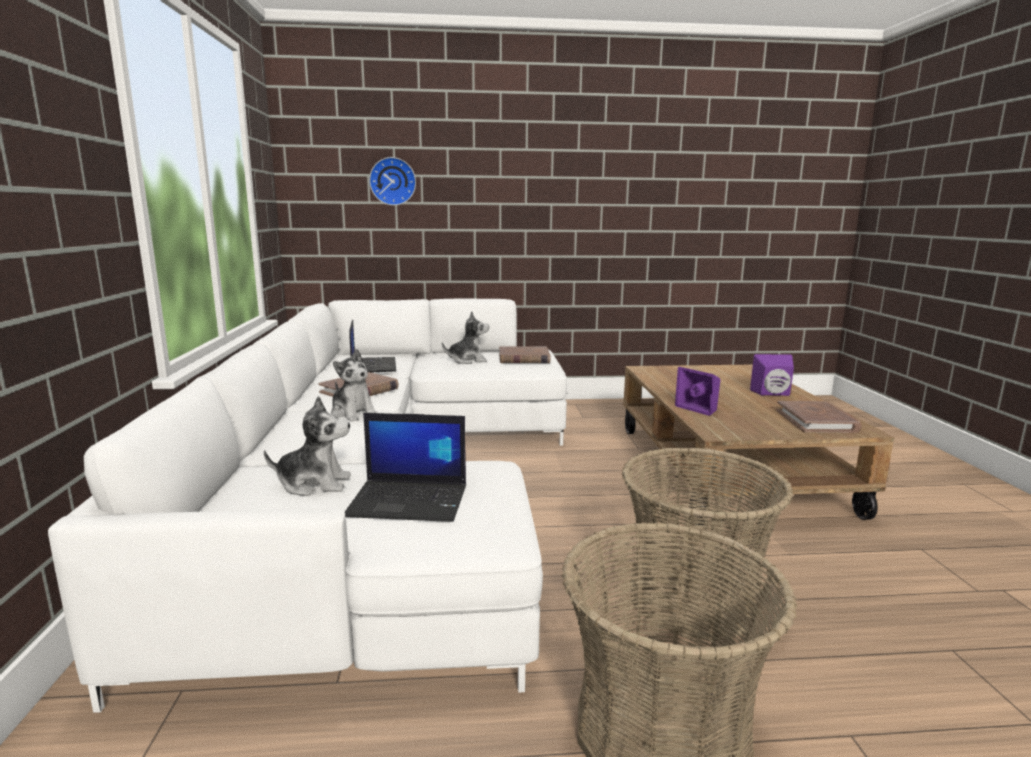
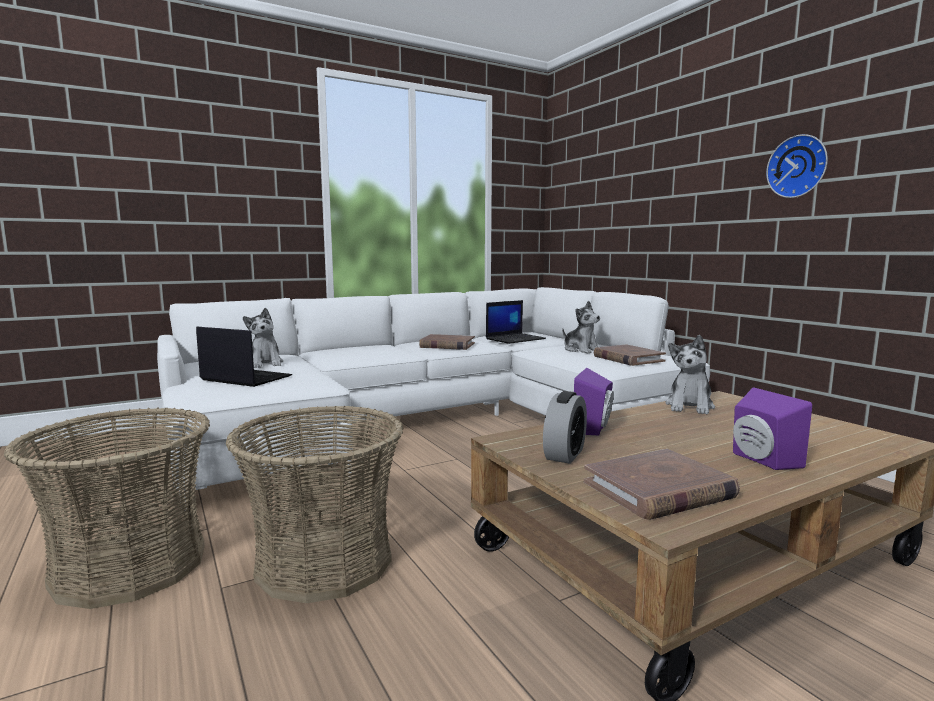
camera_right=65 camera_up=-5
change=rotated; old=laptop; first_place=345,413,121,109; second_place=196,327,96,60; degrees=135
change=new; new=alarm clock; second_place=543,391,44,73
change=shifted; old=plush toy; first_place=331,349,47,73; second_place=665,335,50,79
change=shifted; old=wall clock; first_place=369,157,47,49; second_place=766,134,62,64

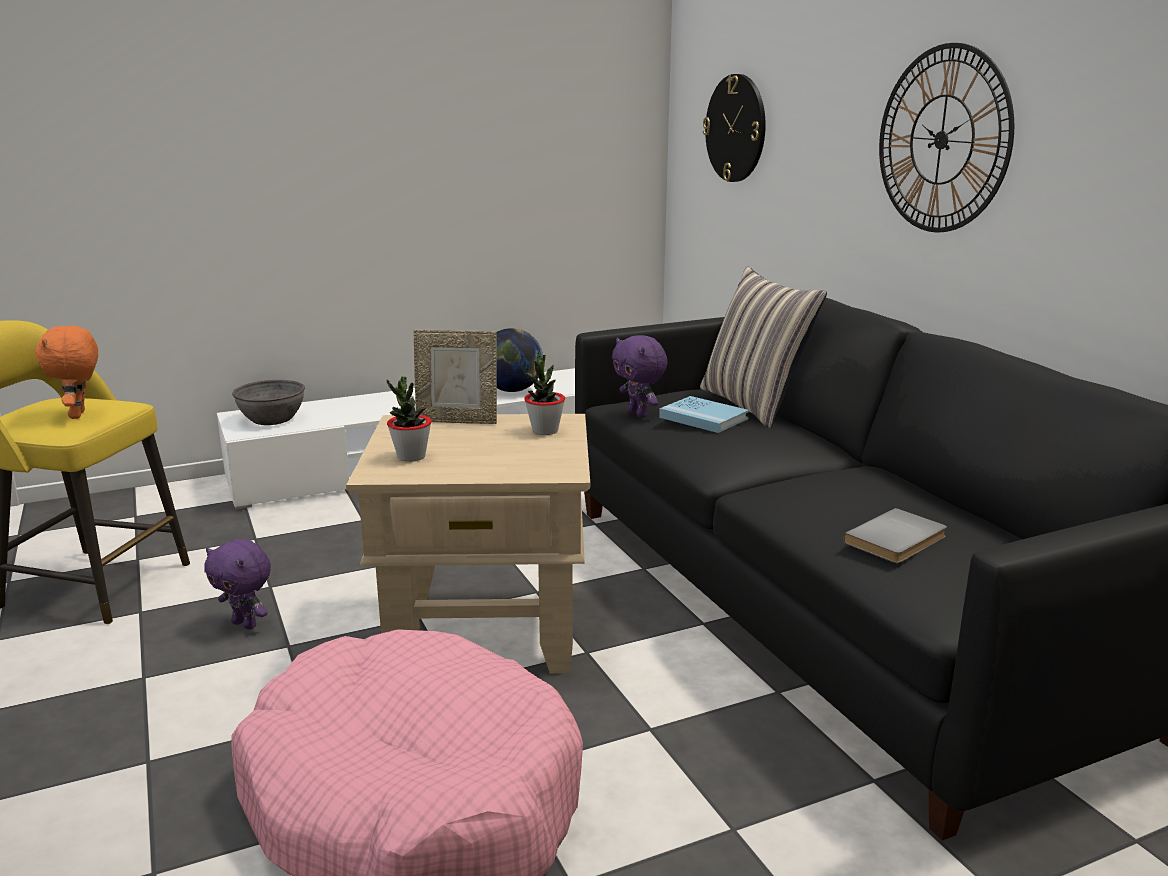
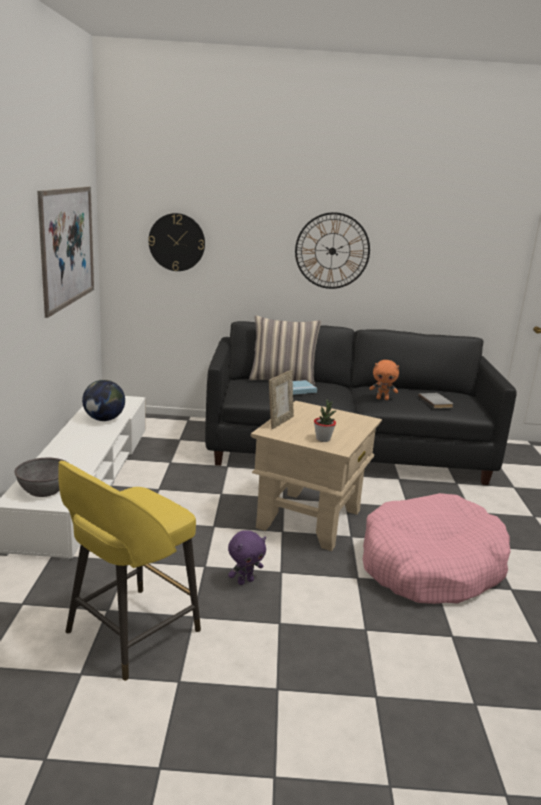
camera_right=-65 camera_up=0
change=new; new=picture; second_place=37,187,57,131
change=shifted; old=plush toy (orange); first_place=35,326,63,93; second_place=369,360,30,40
change=gone; old=potted plant; first_place=524,351,41,84
change=gone; old=plush toy (purple); first_place=612,335,56,83

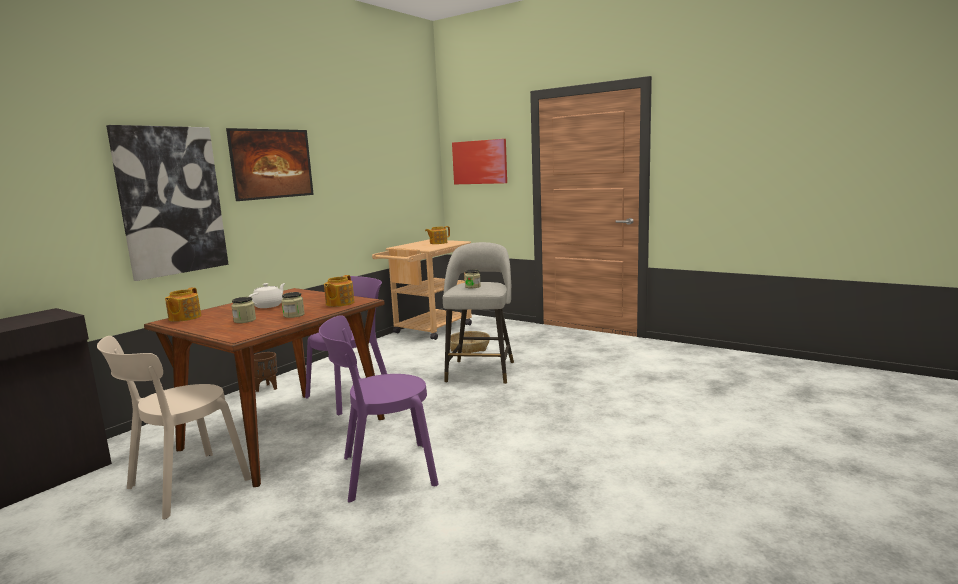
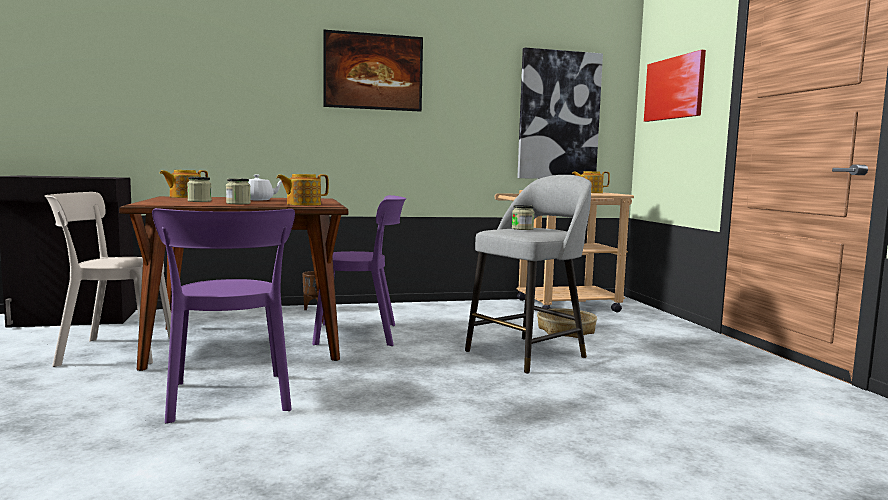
camera_right=40 camera_up=-5
change=rotated; old=chair (purple); first_place=319,315,120,188; second_place=152,208,143,216; degrees=-135
change=shifted; old=picture; first_place=106,125,123,156; second_place=517,48,86,131

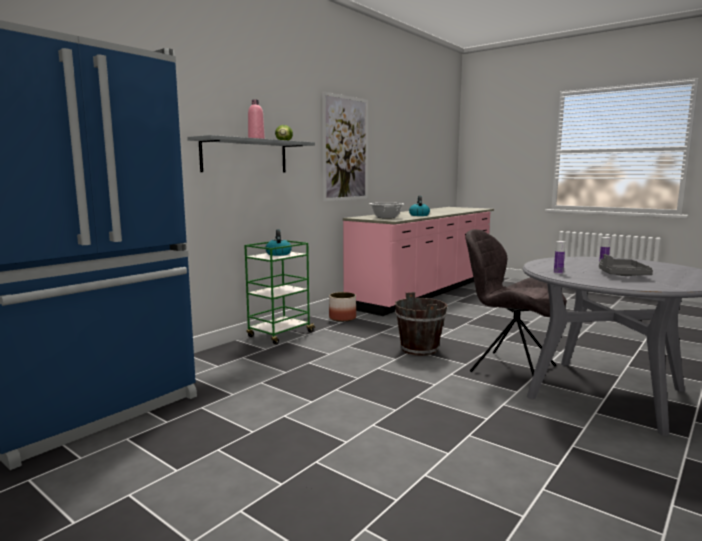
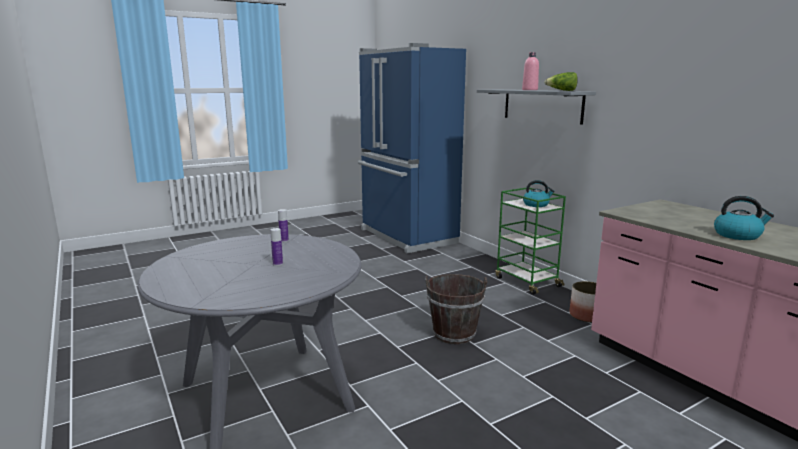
camera_right=110 camera_up=5
change=gone; old=picture; first_place=322,91,46,110
change=gone; old=cooking pot; first_place=369,203,35,16
change=gone; old=chair (grey); first_place=466,229,101,147
change=gone; old=tray (grey); first_place=599,254,54,22

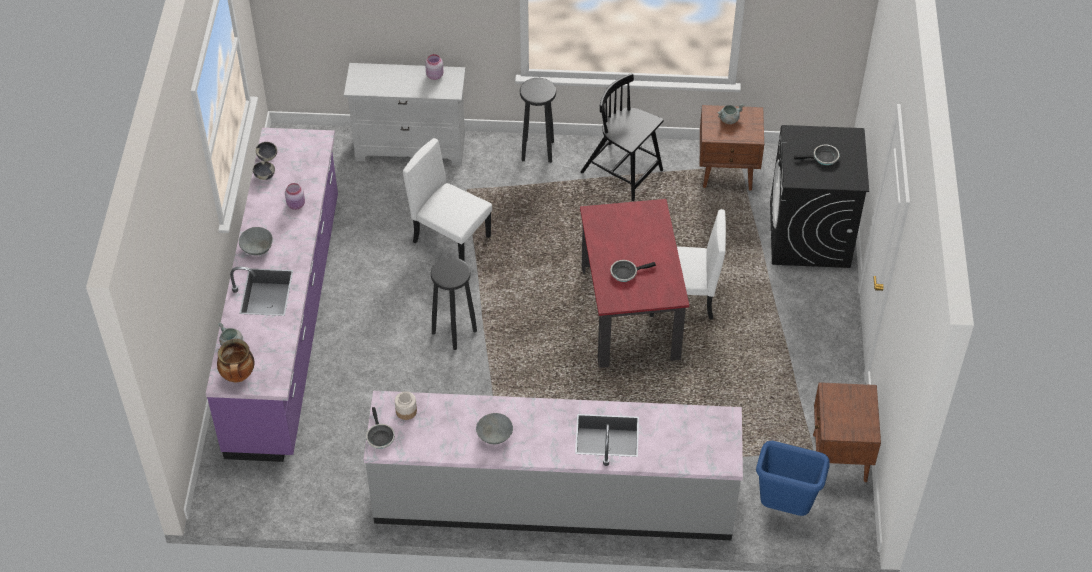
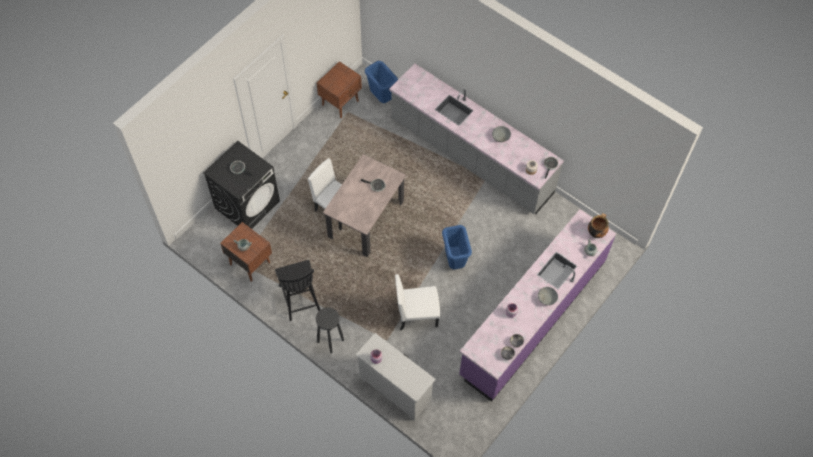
camera_right=-145 camera_up=10
change=repainted; old=dining table (red); new=dining table (beige); first_place=580,199,109,169; second_place=323,154,83,103
change=rotated; old=chair (white); first_place=403,138,89,123; second_place=395,274,45,56; degrees=105
change=swapped; old=stool (black); new=trash can (blue); first_place=431,257,46,93; second_place=442,225,30,44

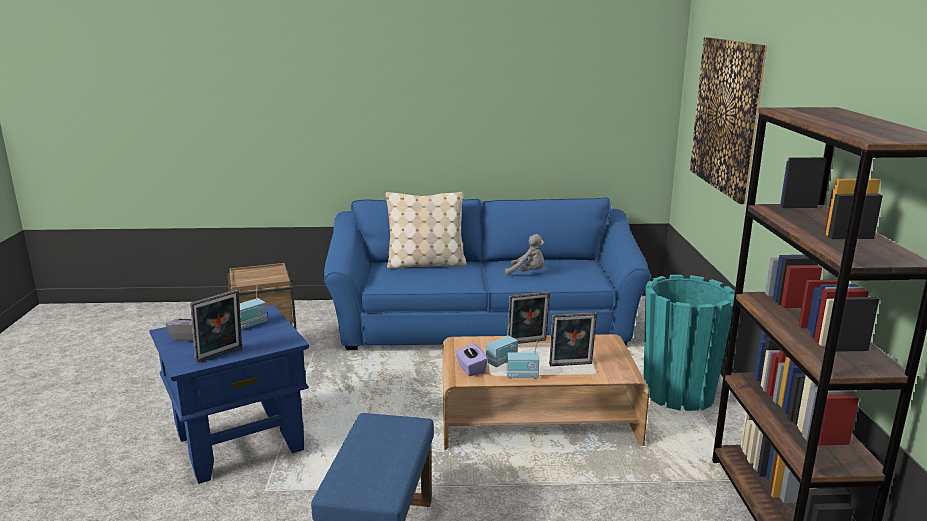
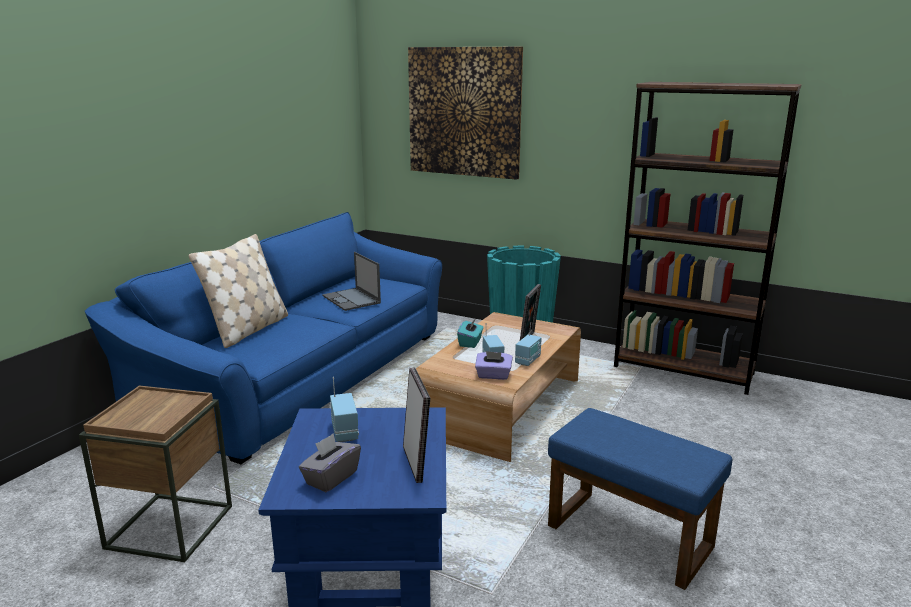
camera_right=-60 camera_up=0
change=swapped; old=plush toy (grey); new=laptop; first_place=505,234,39,42; second_place=322,252,59,59
change=swapped; old=picture frame; new=tissue box (turquoise); first_place=507,291,43,53; second_place=457,318,27,30

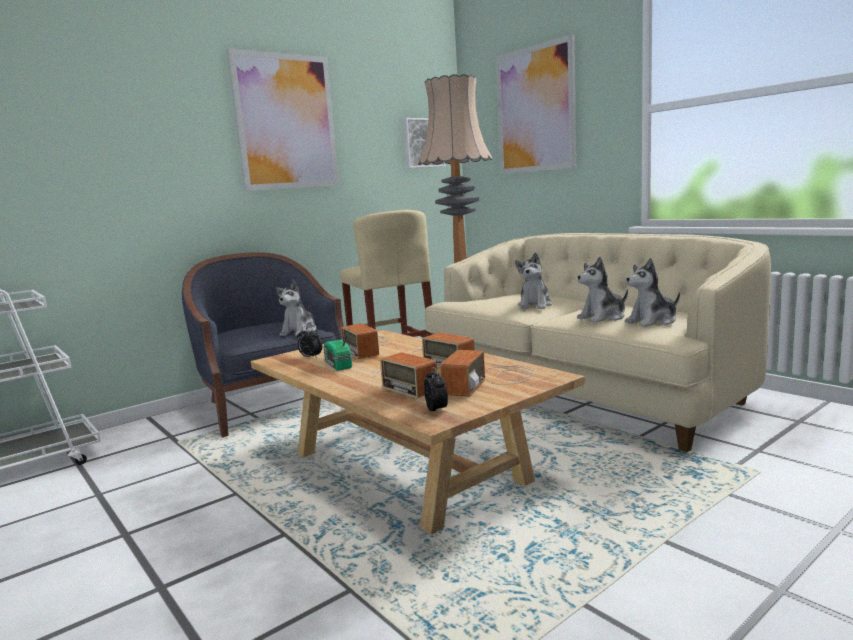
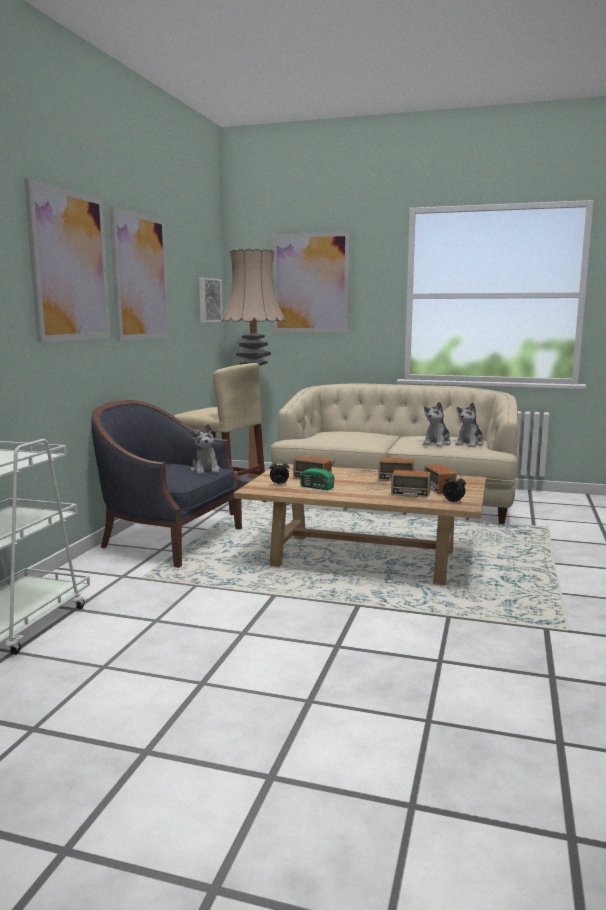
camera_right=-35 camera_up=0
change=new; new=picture; second_place=24,179,86,163
change=gone; old=plush toy; first_place=515,252,37,57

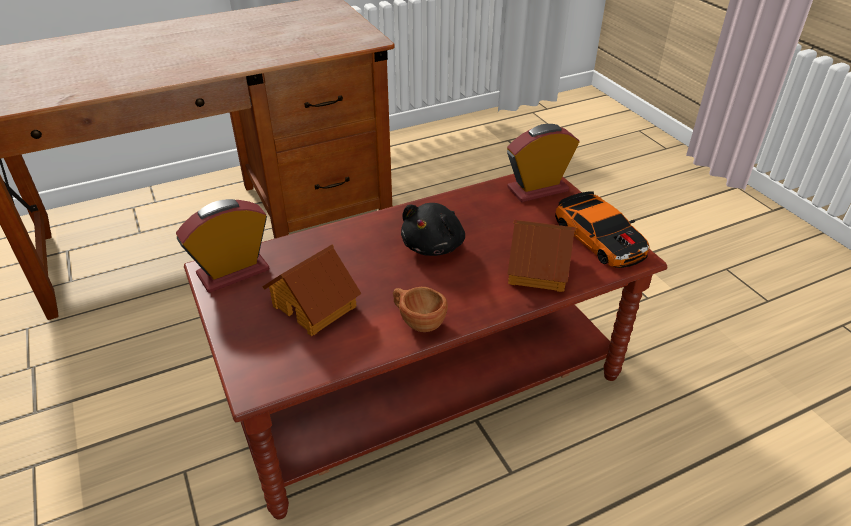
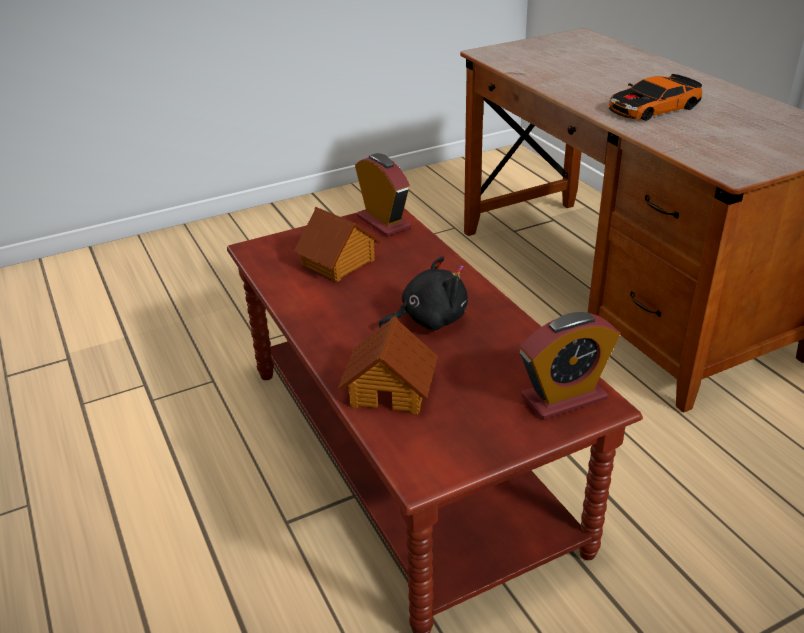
camera_right=90 camera_up=-5
change=rotated; old=plush toy (black); first_place=401,203,64,53; second_place=378,256,90,74; degrees=135
change=rotated; old=alarm clock; first_place=507,124,73,78; second_place=520,312,100,108; degrees=90
change=shifted; old=toy car; first_place=555,192,95,76; second_place=609,74,93,47
change=gone; old=cup (brown); first_place=393,287,55,45

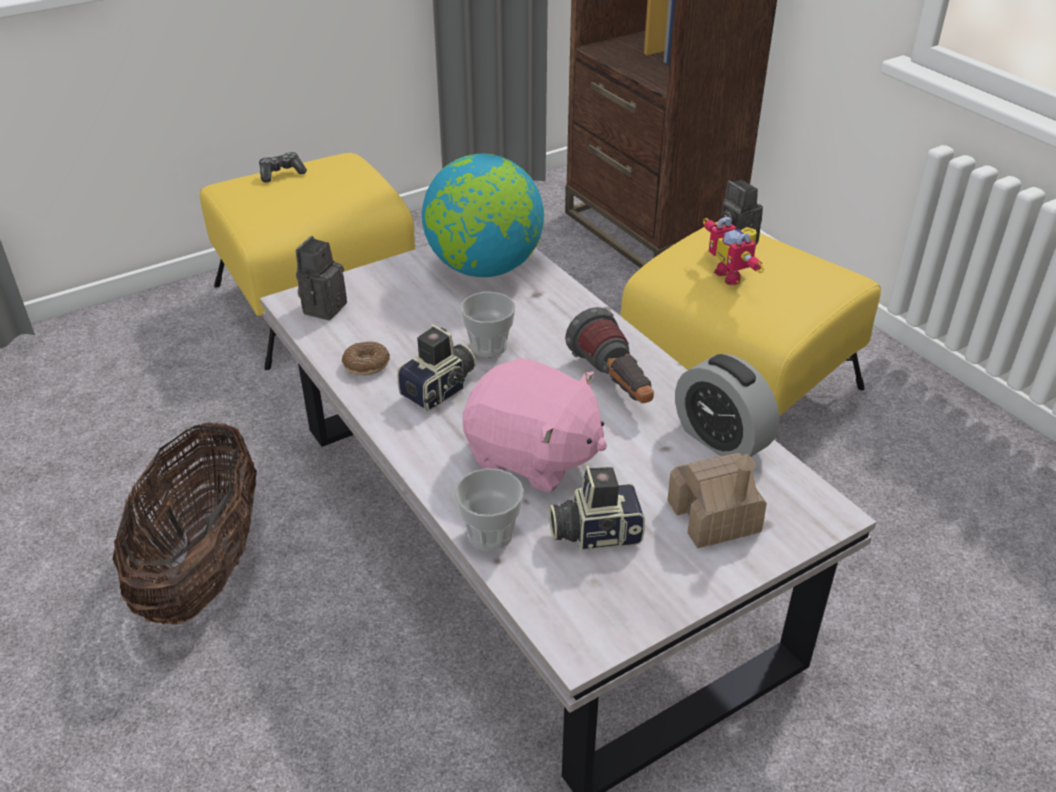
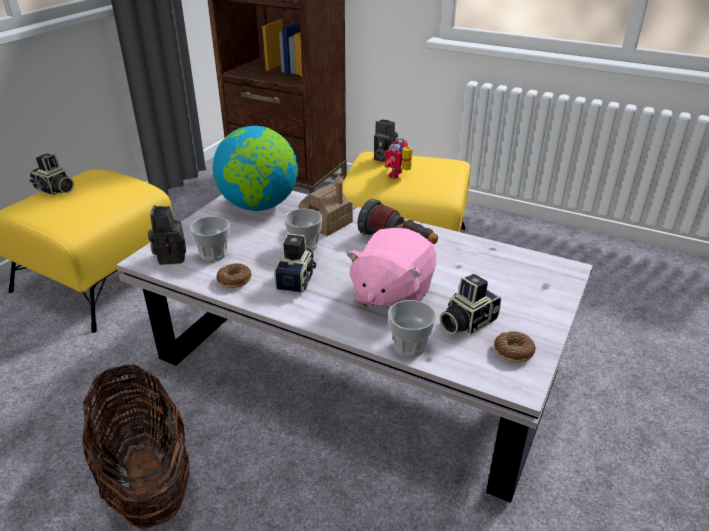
camera_right=-30 camera_up=-5
change=swapped; old=game controller; new=photo camera; first_place=259,152,48,31; second_place=29,153,45,43
change=new; new=cup; second_place=189,216,40,46
change=shifted; old=toy house; first_place=667,453,100,95; second_place=299,175,54,61
change=rotated; old=plush toy (pink); first_place=462,358,145,135; second_place=346,228,90,79; degrees=120
change=rotated; old=toy robot; first_place=703,217,61,68; second_place=385,137,27,41; degrees=75
change=new; new=donut; second_place=494,331,42,31
change=gone; old=alarm clock; first_place=675,354,104,103

